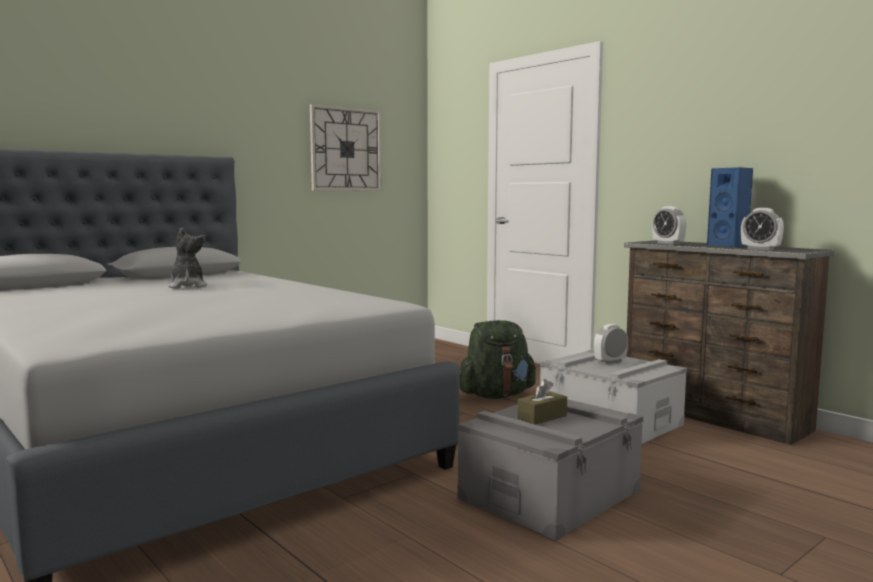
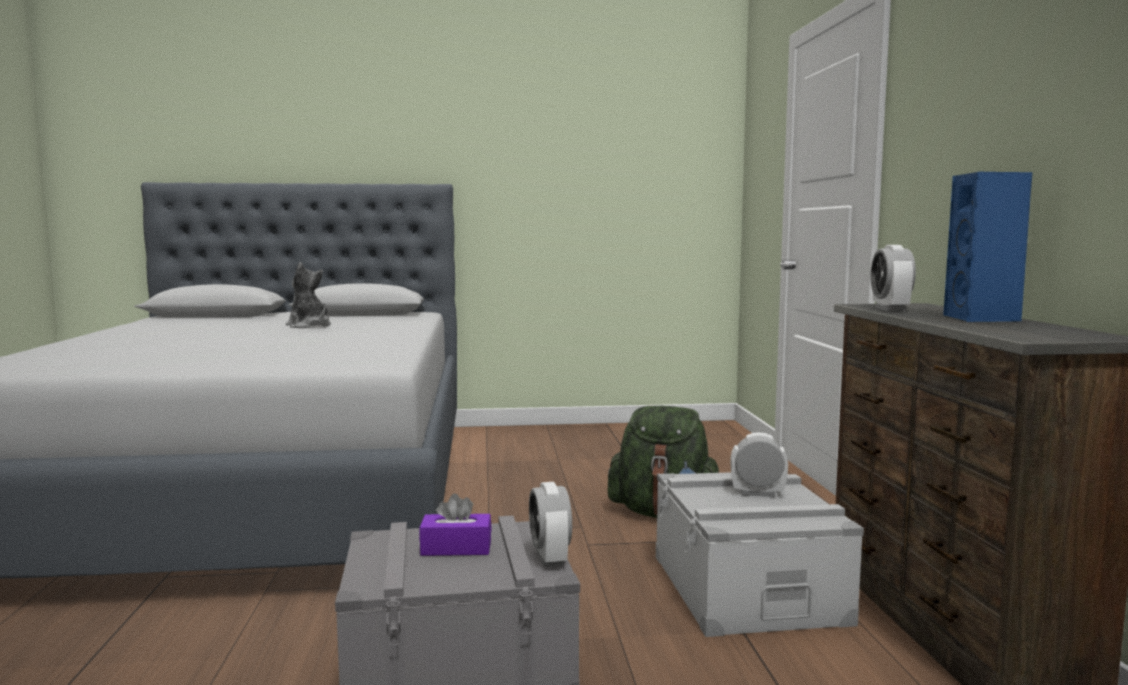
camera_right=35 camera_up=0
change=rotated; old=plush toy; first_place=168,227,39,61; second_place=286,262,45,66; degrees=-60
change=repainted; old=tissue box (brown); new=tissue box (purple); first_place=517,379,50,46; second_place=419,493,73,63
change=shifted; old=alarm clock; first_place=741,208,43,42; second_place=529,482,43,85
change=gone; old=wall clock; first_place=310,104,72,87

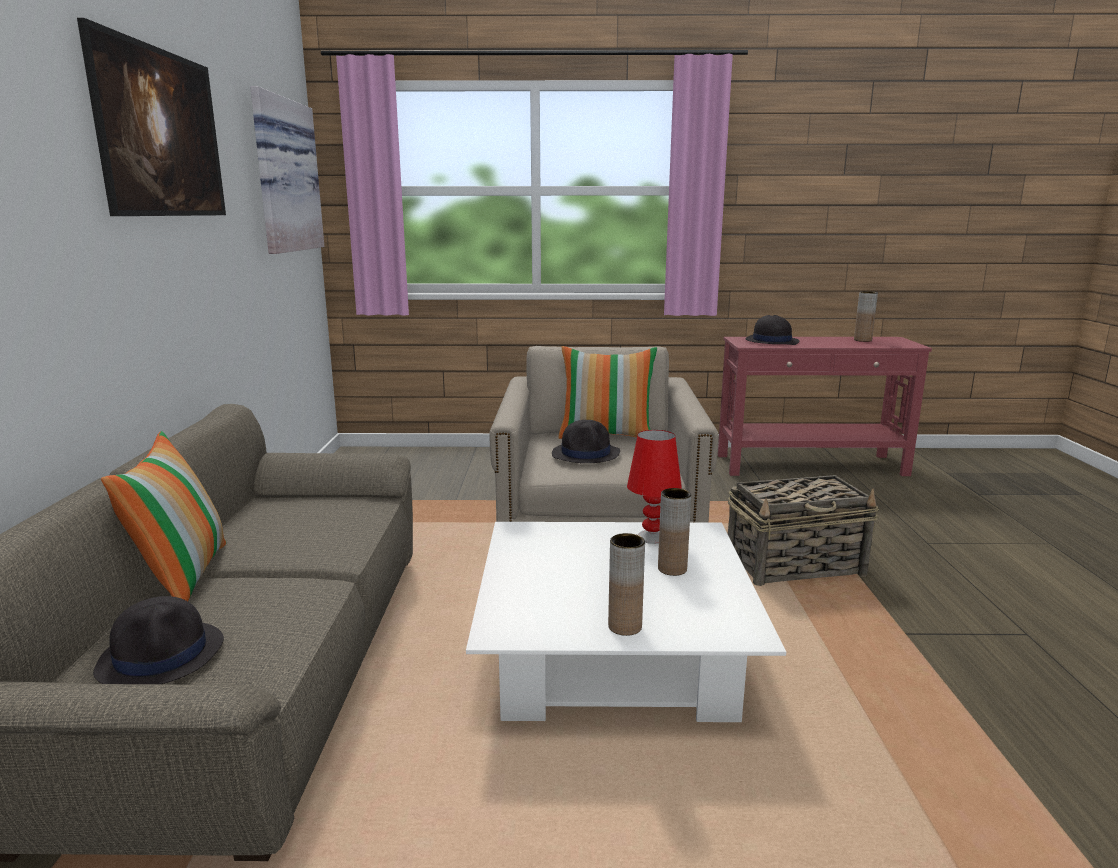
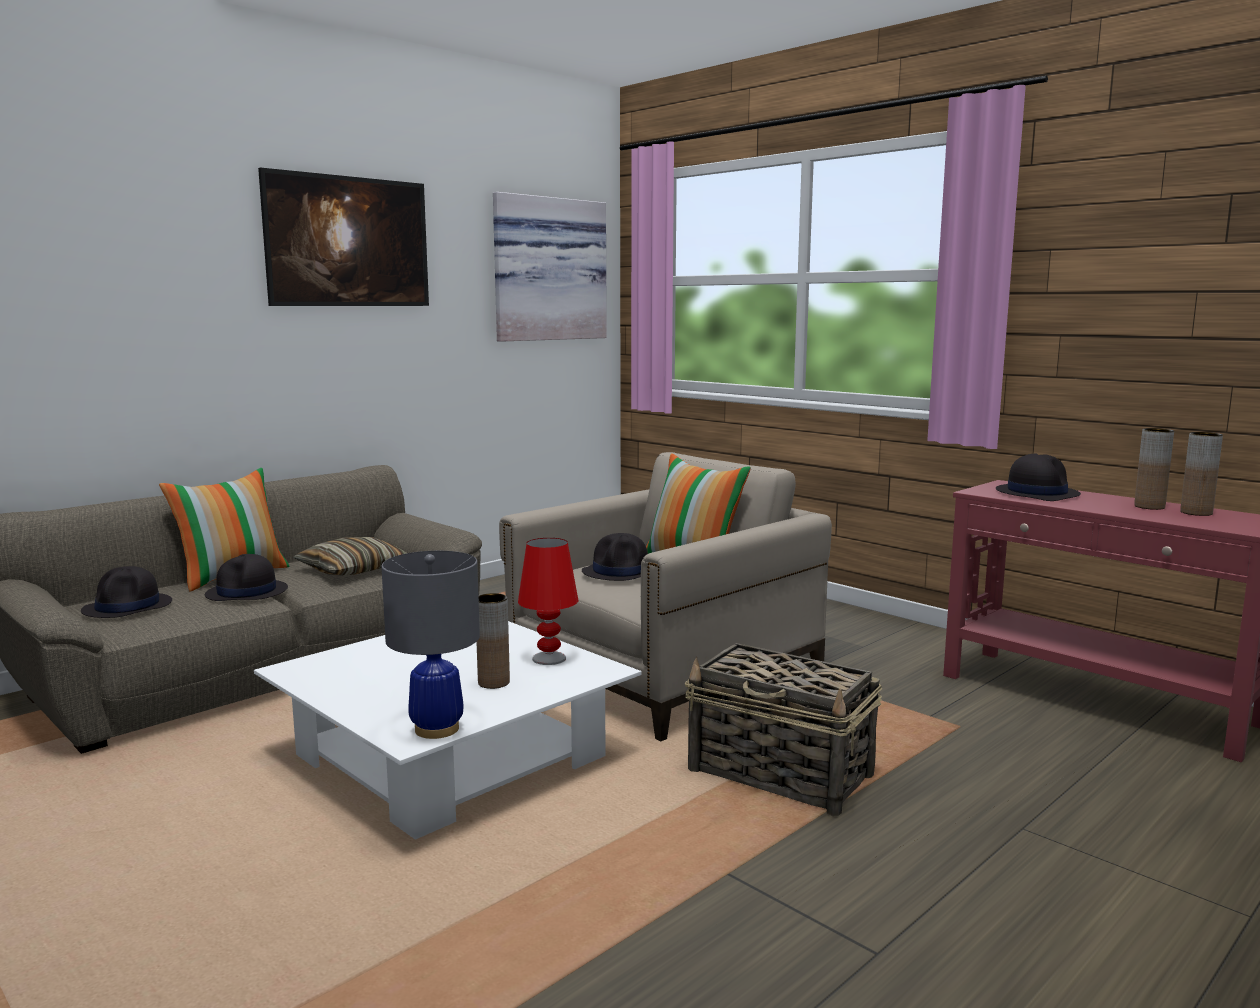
camera_right=45 camera_up=-5
change=new; new=hat (black); second_place=205,554,83,47
change=new; new=pillow; second_place=293,537,113,39
change=new; new=table lamp (grey); second_place=381,551,99,188
change=shifted; old=vase (brown); first_place=608,533,37,103; second_place=1134,428,40,82

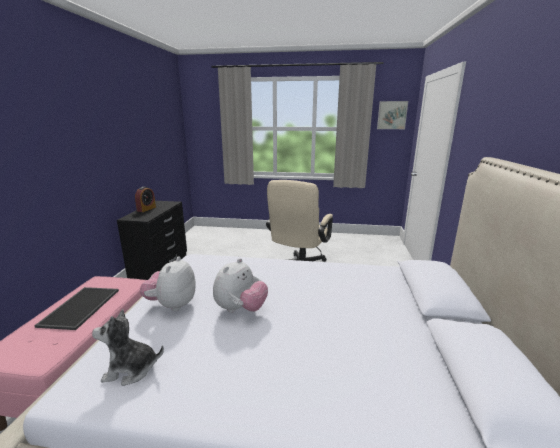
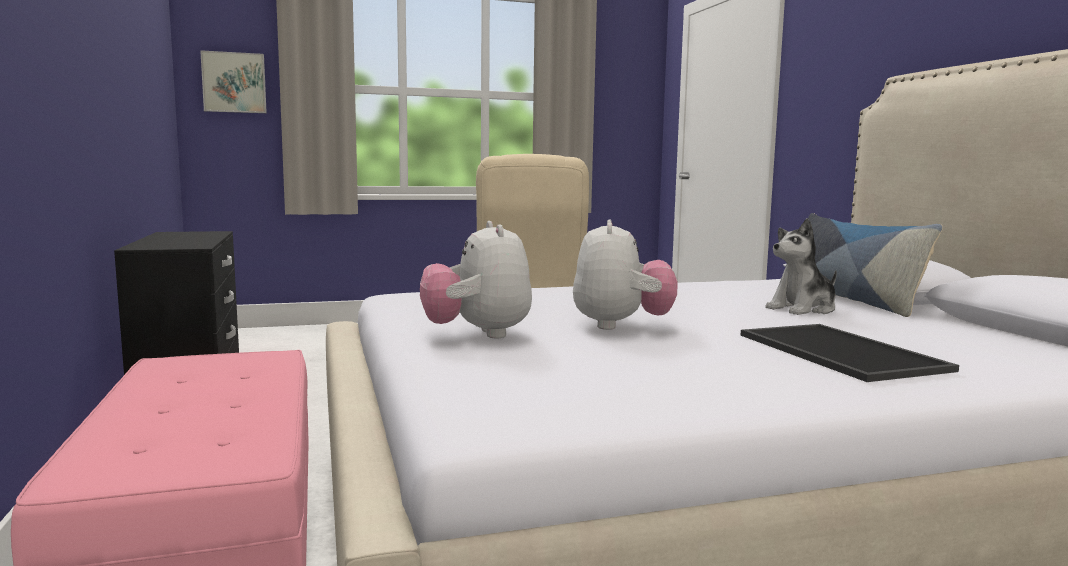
camera_right=-25 camera_up=-10
change=shifted; old=picture; first_place=377,101,31,28; second_place=200,50,67,63
change=shifted; old=tray; first_place=34,287,85,43; second_place=740,324,219,58
change=shifted; old=plush toy; first_place=92,309,72,77; second_place=765,218,72,97
change=new; new=pillow; second_place=808,213,135,104
change=gone; old=alarm clock; first_place=135,187,21,25

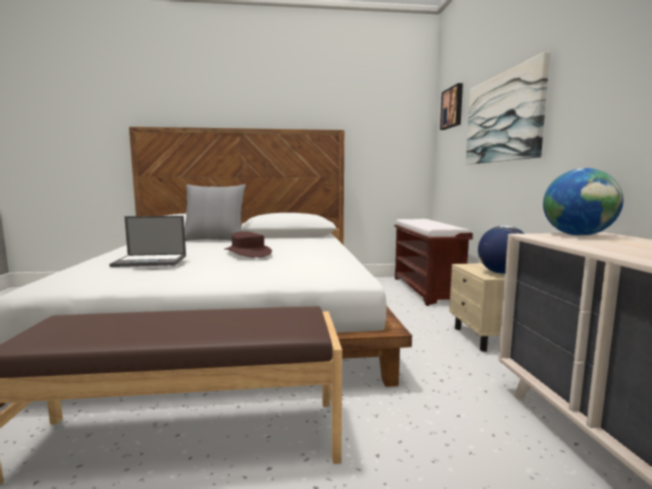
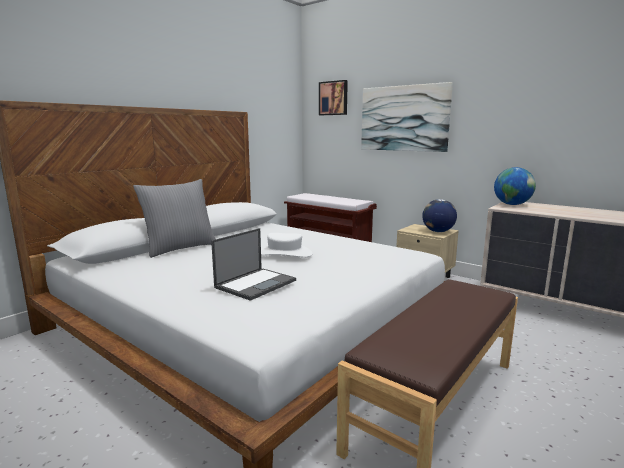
camera_right=-45 camera_up=5
change=repainted; old=hat (brown); new=hat (white); first_place=225,231,47,27; second_place=261,233,51,24

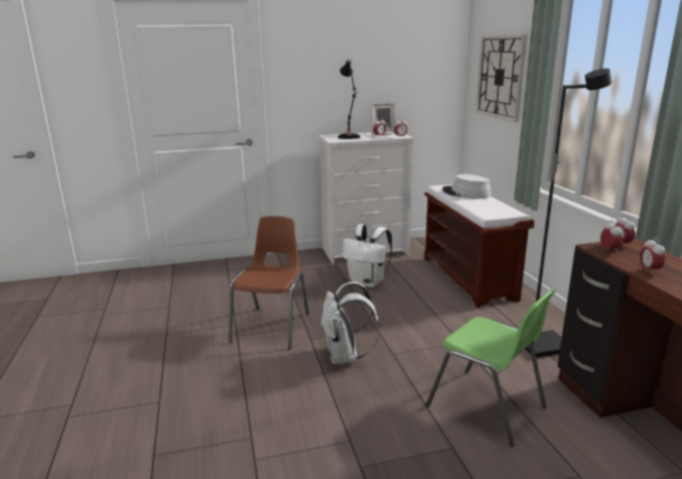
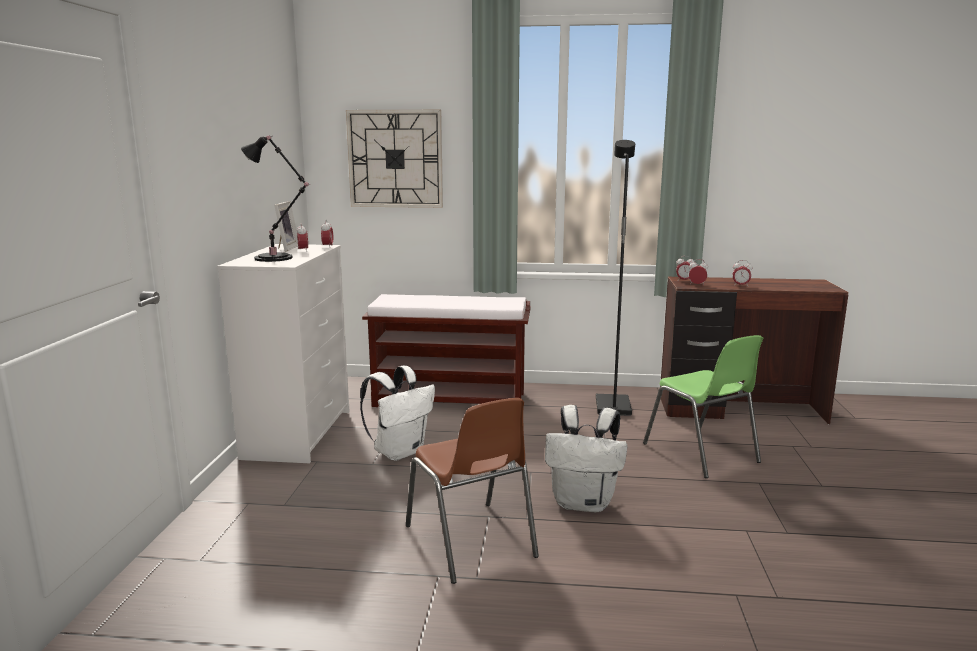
camera_right=-70 camera_up=-5
change=rotated; old=chair (brown); first_place=229,216,80,133; second_place=406,398,133,186; degrees=-150
change=rotated; old=chair (green); first_place=426,289,130,158; second_place=643,335,120,143; degrees=90
change=gone; old=hat (grey); first_place=442,174,49,25

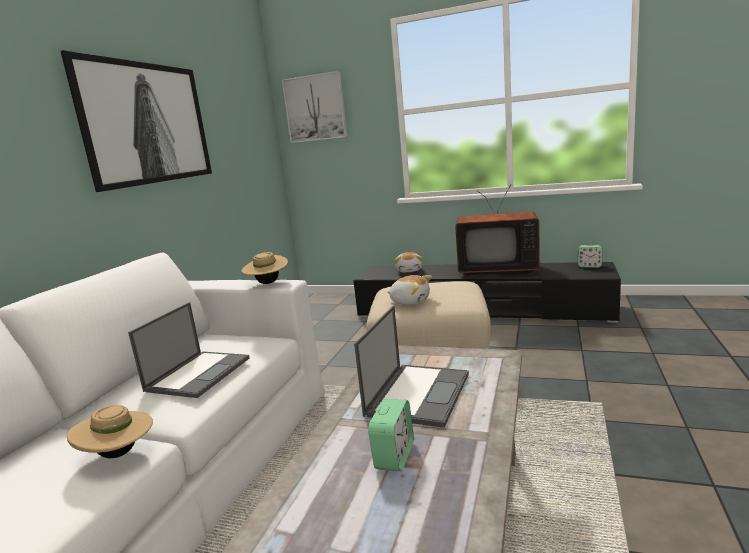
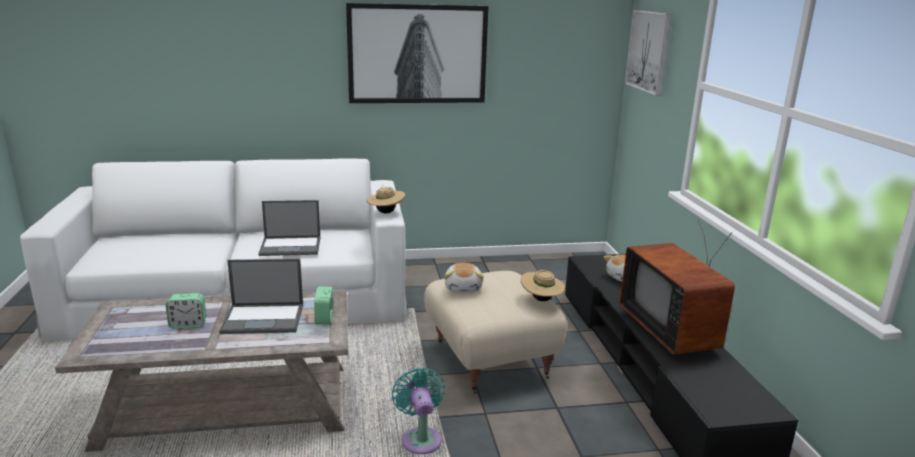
camera_right=60 camera_up=5
change=shifted; old=alarm clock; first_place=578,245,25,23; second_place=314,286,19,39
change=new; new=fan (turquoise); second_place=392,367,53,87
change=shifted; old=hat (beige); first_place=67,405,86,53; second_place=521,270,44,31

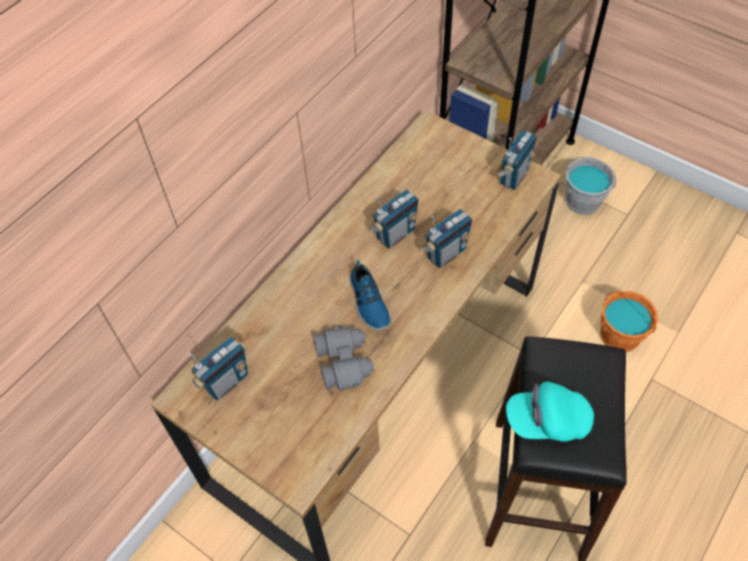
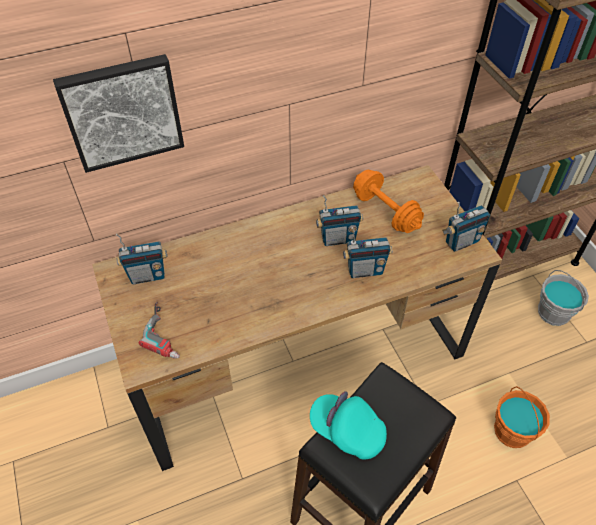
camera_right=30 camera_up=-5
change=new; new=picture; second_place=53,54,131,119
change=new; new=power drill; second_place=139,302,41,57
change=new; new=dumbbell (orange); second_place=353,170,71,63
change=gone; old=binoculars (grey); first_place=314,326,60,65
change=gone; old=shoe; first_place=349,260,42,71

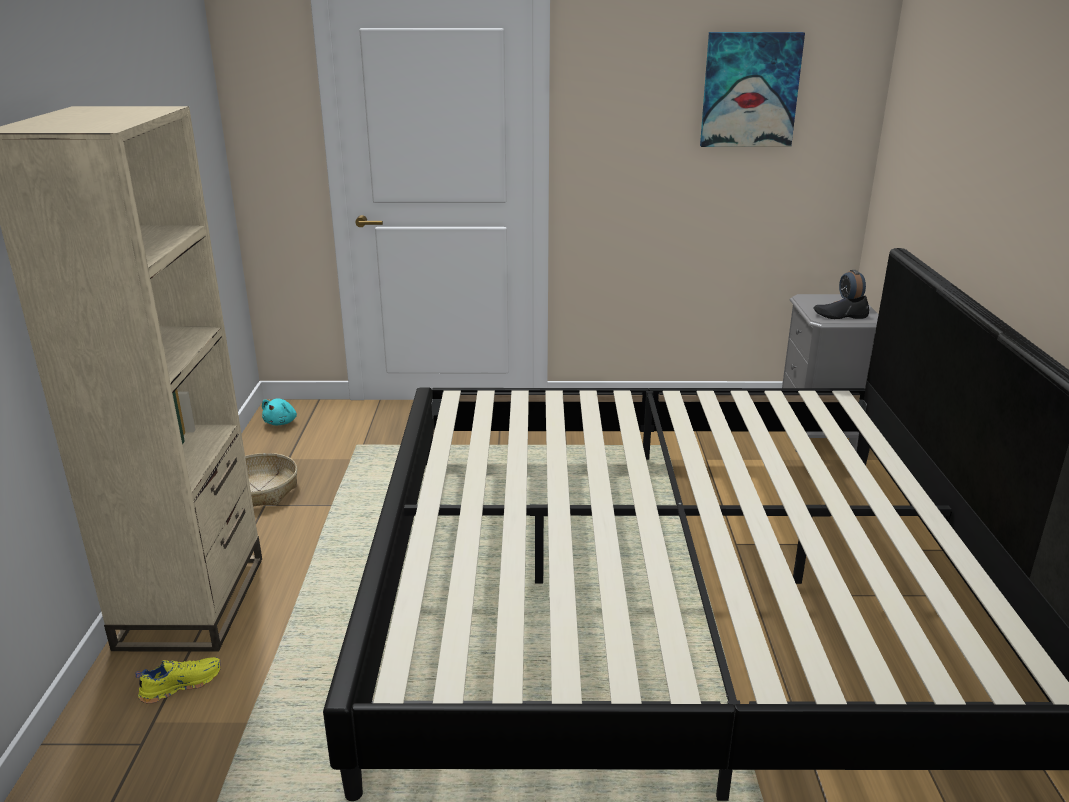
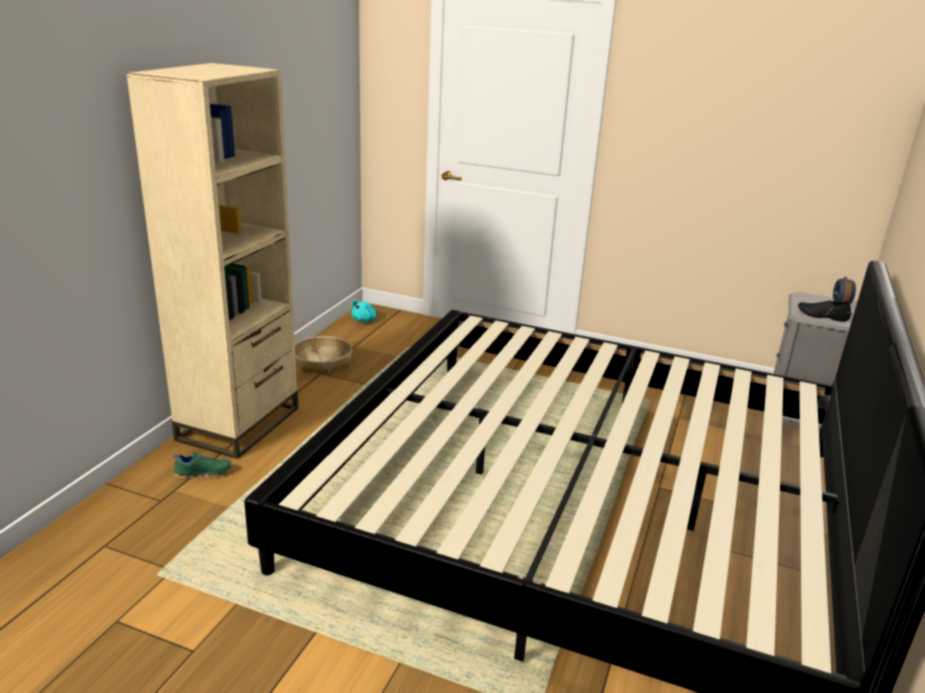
camera_right=20 camera_up=0
change=repainted; old=shoe (yellow); new=shoe (green); first_place=135,657,86,47; second_place=173,452,59,27
change=gone; old=picture; first_place=700,32,105,115

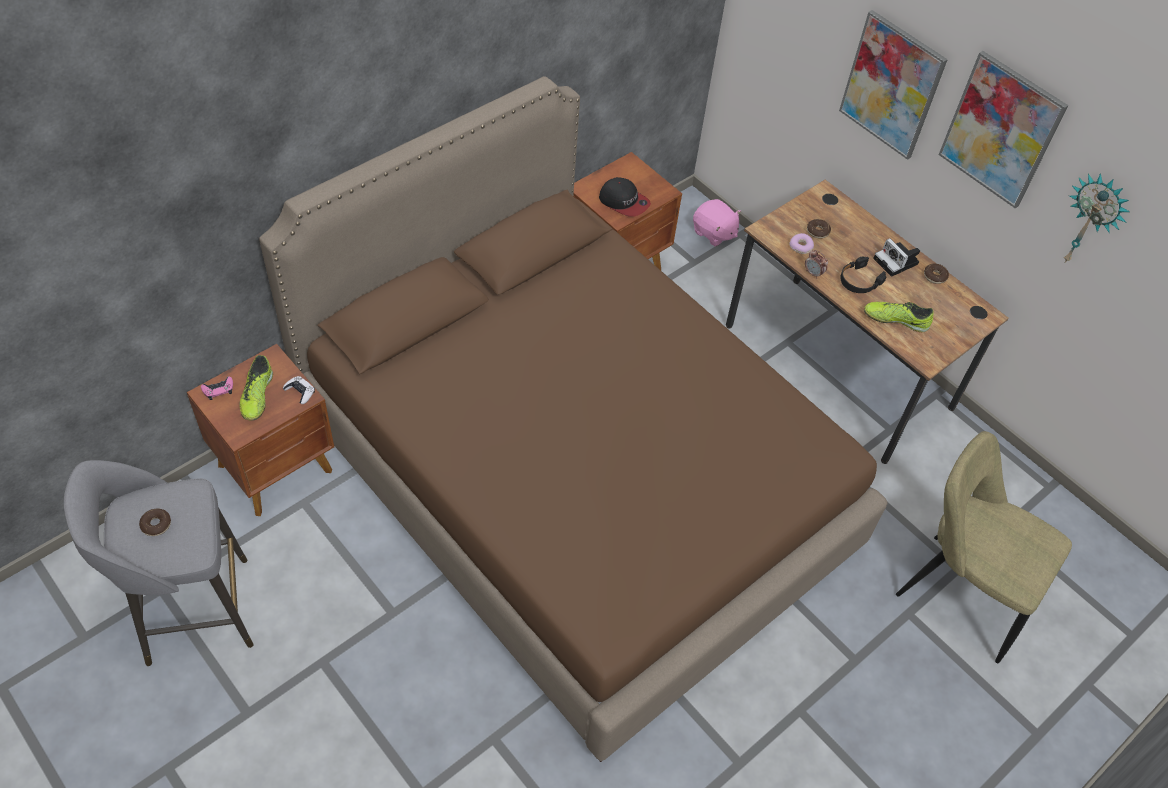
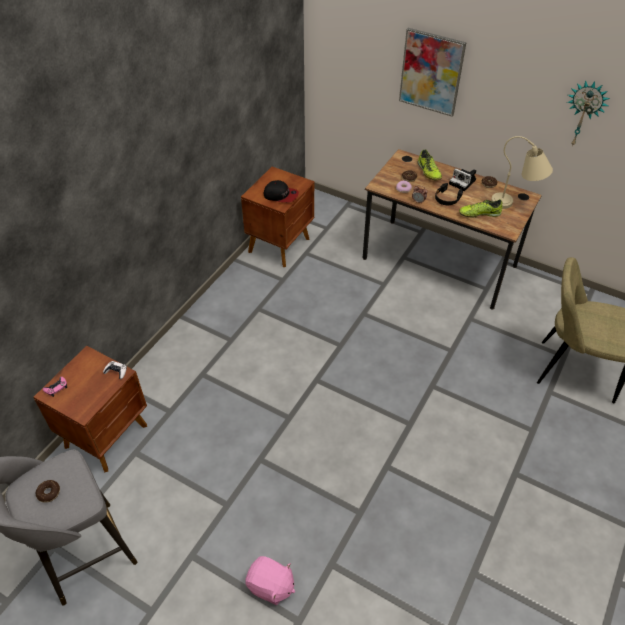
camera_right=-15 camera_up=-5
change=shifted; old=plush toy (pink); first_place=693,199,48,47; second_place=245,556,50,49
change=shifted; old=shoe; first_place=240,355,33,65; second_place=418,150,24,30
change=new; new=table lamp (beige); second_place=491,136,62,73
change=gone; old=bed (brown); first_place=259,76,629,686
change=gone; old=picture; first_place=939,51,129,157

